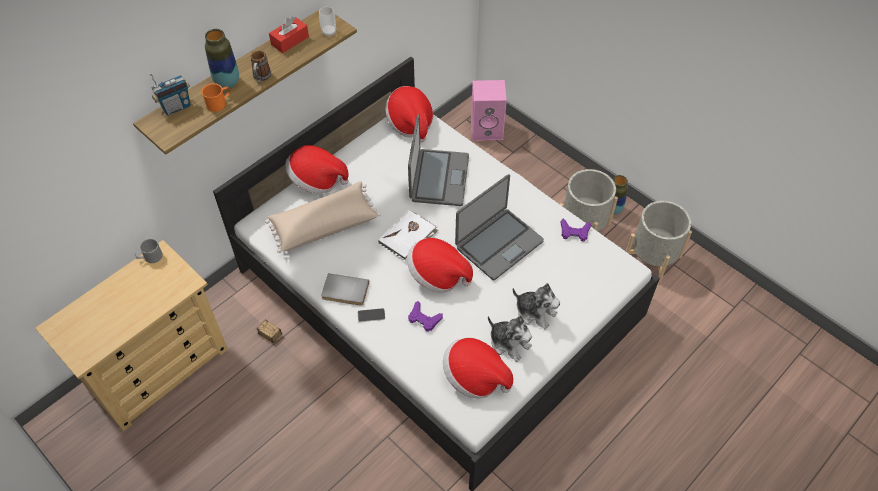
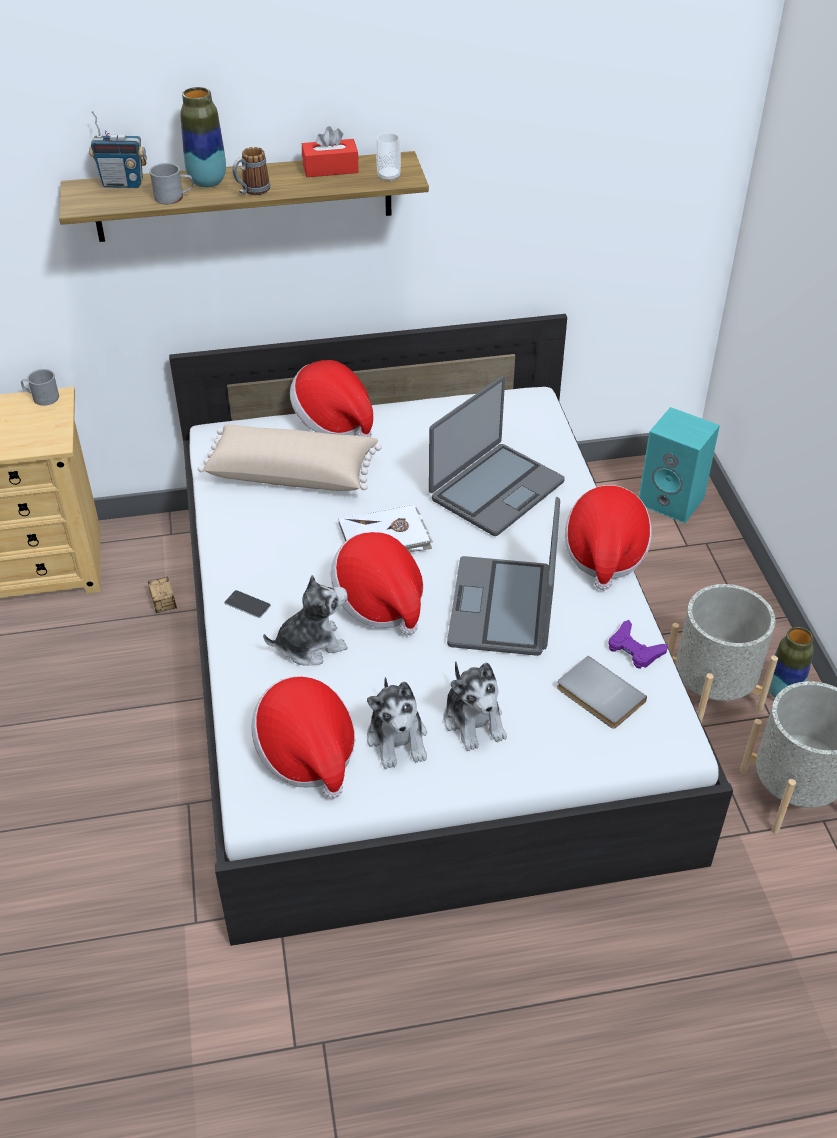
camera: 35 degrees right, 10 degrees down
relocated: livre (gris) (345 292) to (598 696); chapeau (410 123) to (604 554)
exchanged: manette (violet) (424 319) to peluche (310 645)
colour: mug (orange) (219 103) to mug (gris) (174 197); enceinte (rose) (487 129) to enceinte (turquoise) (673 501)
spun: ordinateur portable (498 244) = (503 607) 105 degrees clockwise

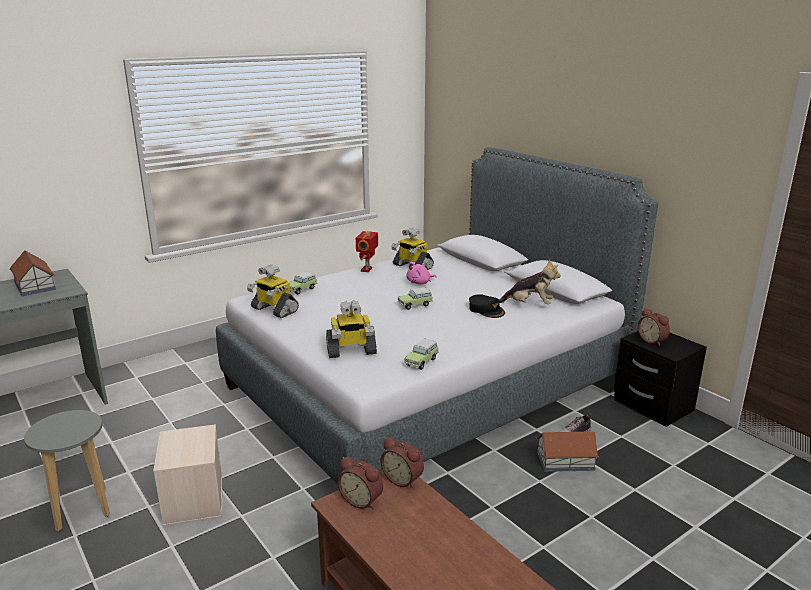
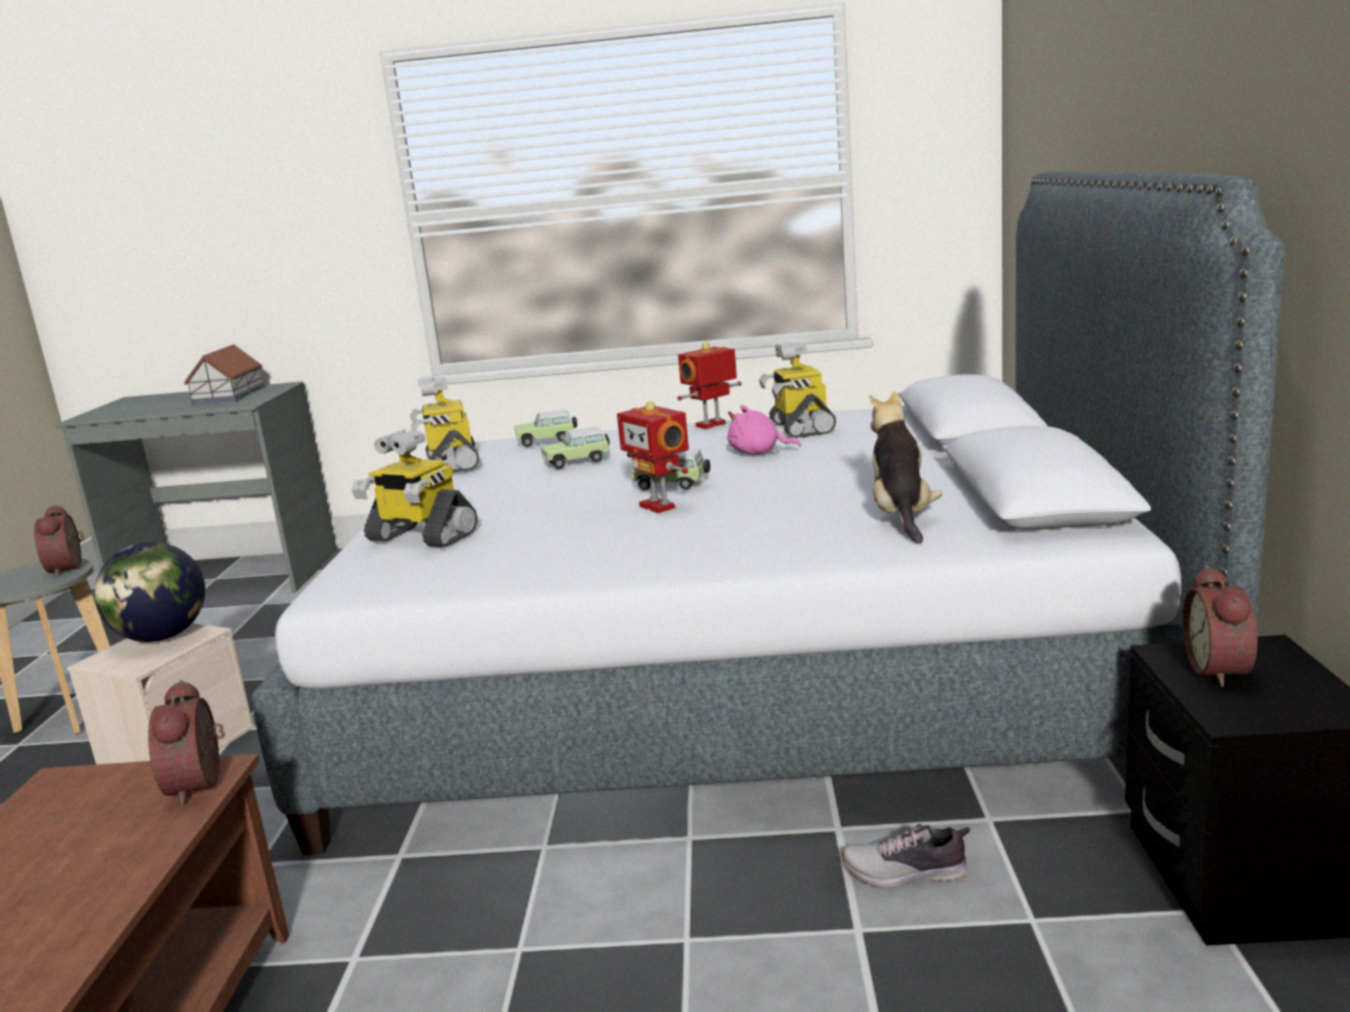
camera: 40 degrees right, 5 degrees down
missing: casquette (noir) (486 310); maison miniature (566 461)
appeared: globe (162 637); robot jouet (659 506)
relocated: réveil (362 500) to (69 568); petite voiture (422 361) to (578 461)
spun: peluche (529 305) = (901 516) 135 degrees counterclockwise

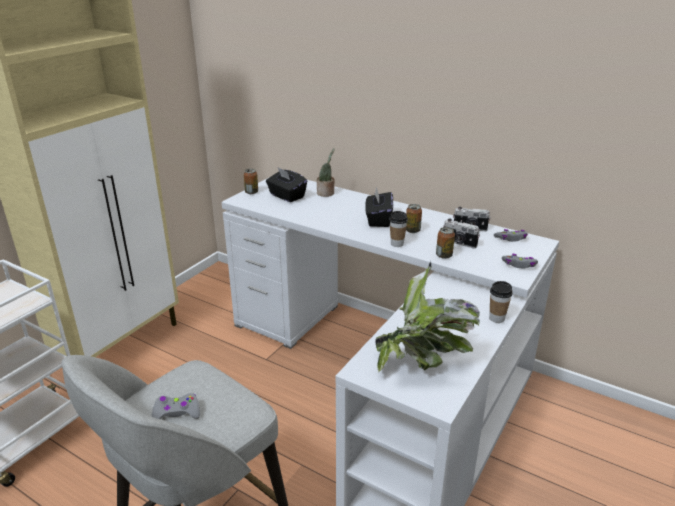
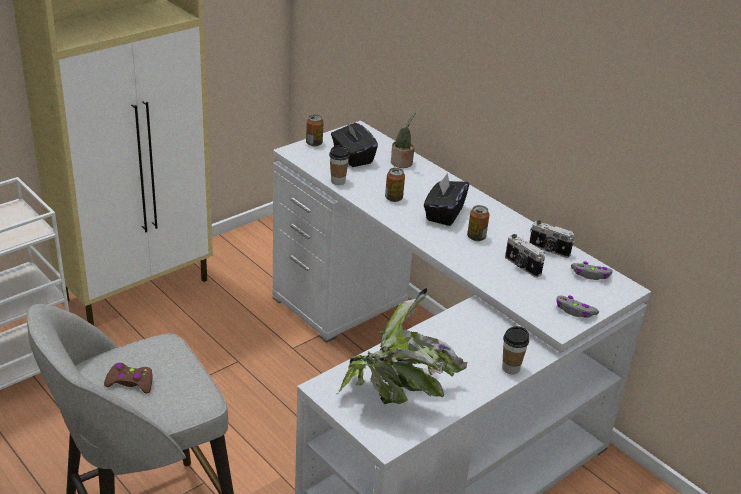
camera: 15 degrees right, 5 degrees up
relocated: tasse (397 244) to (338 181); boîte métallique (444 255) to (393 198)
colour: manette (gris) (177 412) to manette (marron) (130 383)

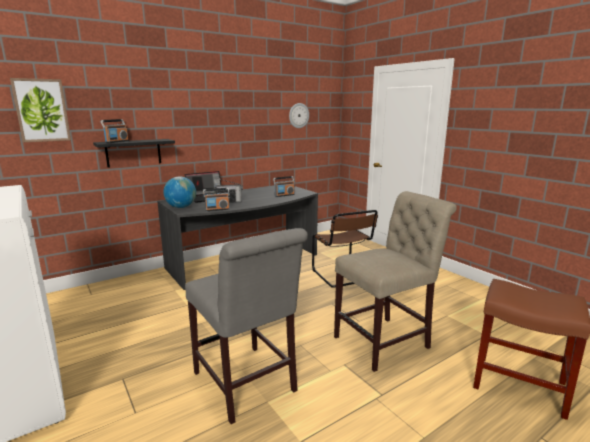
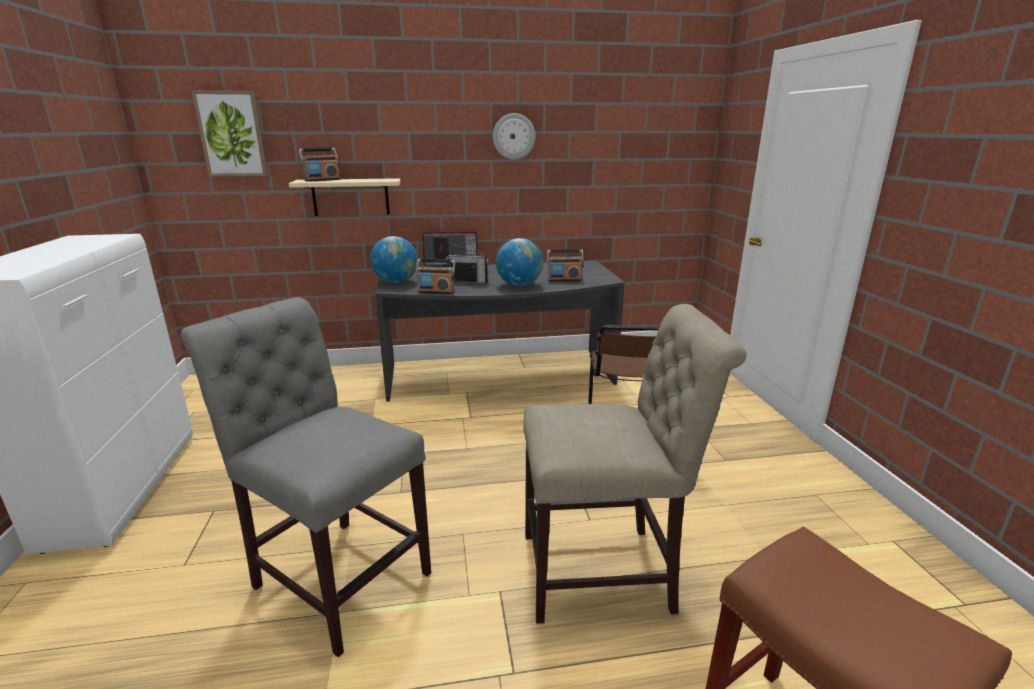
camera: 25 degrees right, 5 degrees up
appeared: globe (519 285)
relocated: horloge murale (298 115) to (513 136)
colour: étagère (noir) (133 153) to étagère (beige) (350 197)
spun: chaise (gris) (246 385) = (336 574) 135 degrees clockwise

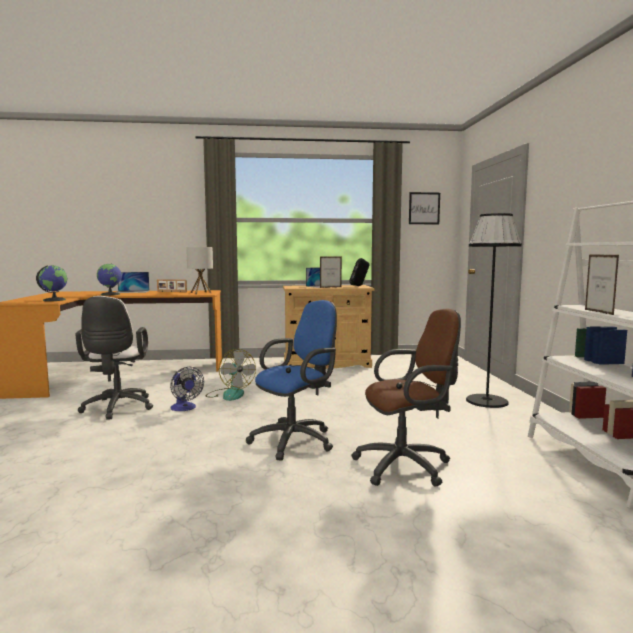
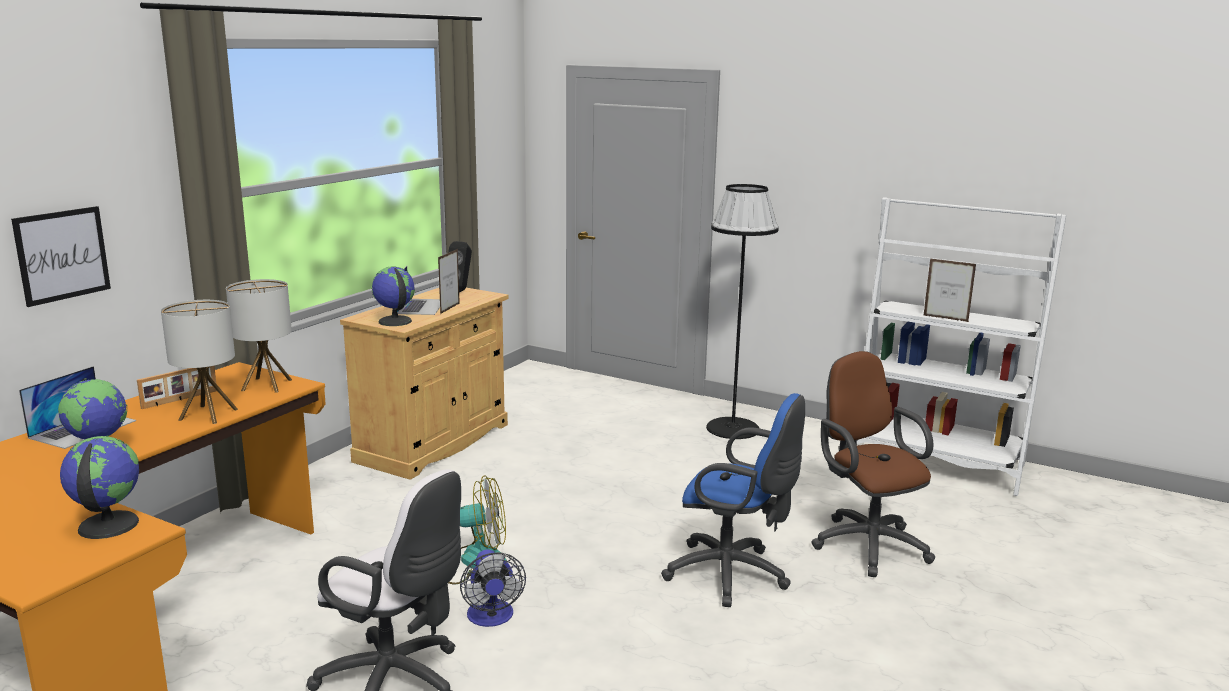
camera: 55 degrees left, 10 degrees up
appeared: lampe de table (208 414); globe (394 321)
relocated: tableau (424 208) to (62 255)
spun: ventilateur (185 408) = (491 618) 75 degrees clockwise; chaise de bureau (bleu) (296 440) = (732 575) 120 degrees clockwise; chaise de bureau (marron) (407 466) = (866 543) 45 degrees counterclockwise

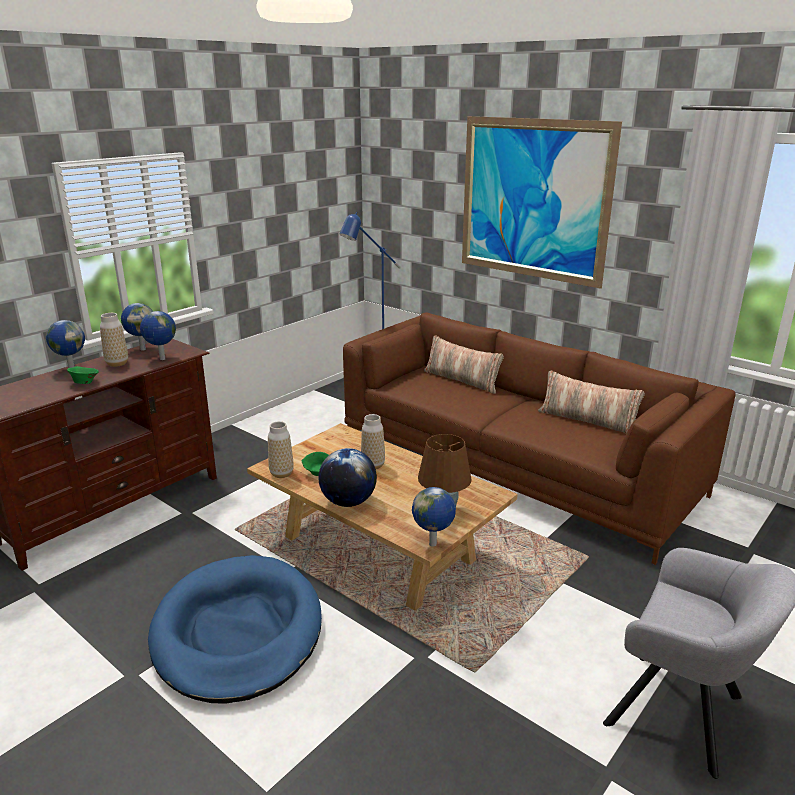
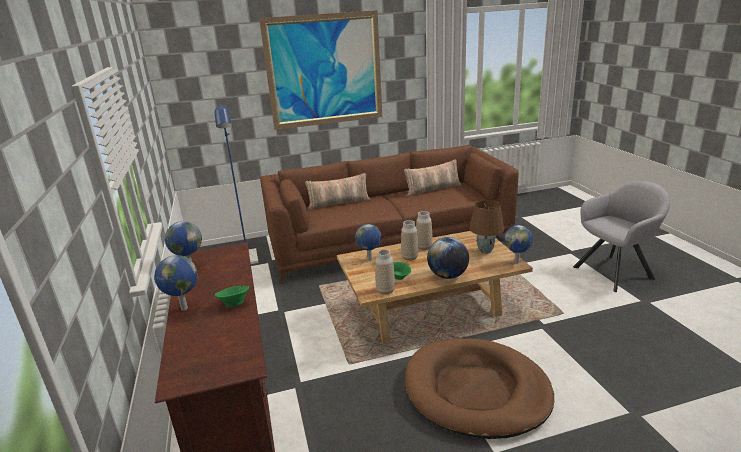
camera: 55 degrees left, 0 degrees up
relocated: globe (162 359) to (370 259); vase (117 363) to (424 247)
colour: panier pour chien (bleu) (238 632) to panier pour chien (marron) (476 391)

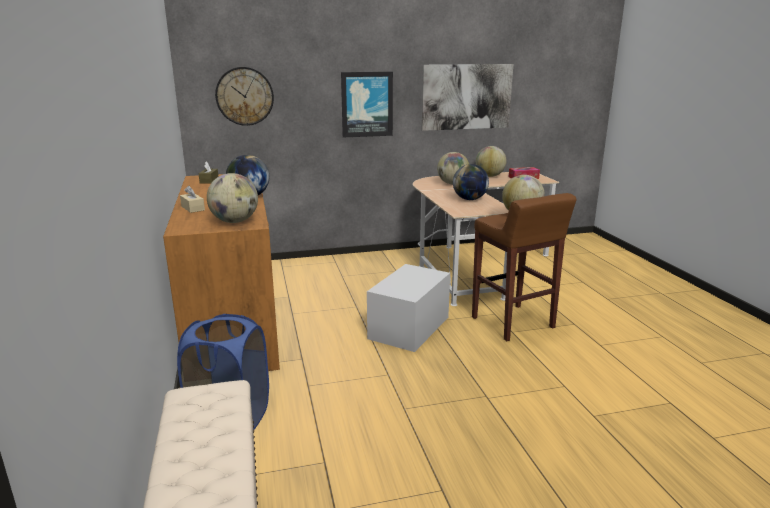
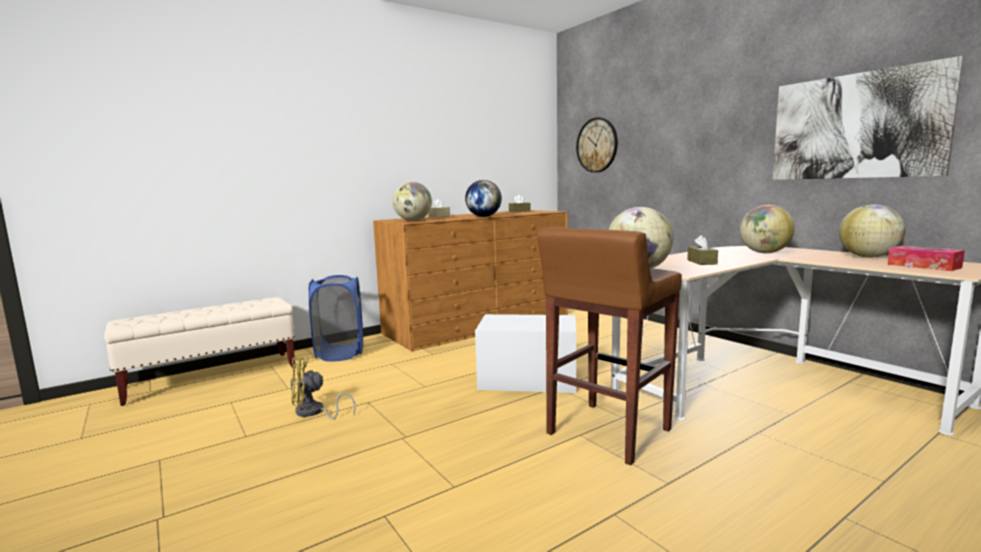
camera: 70 degrees right, 10 degrees down
missing: tableau (367 104)
appeared: ventilateur (jaune) (314 412)
exchanged: globe (469 199) to boîte à mouchoirs (marron) (701 262)

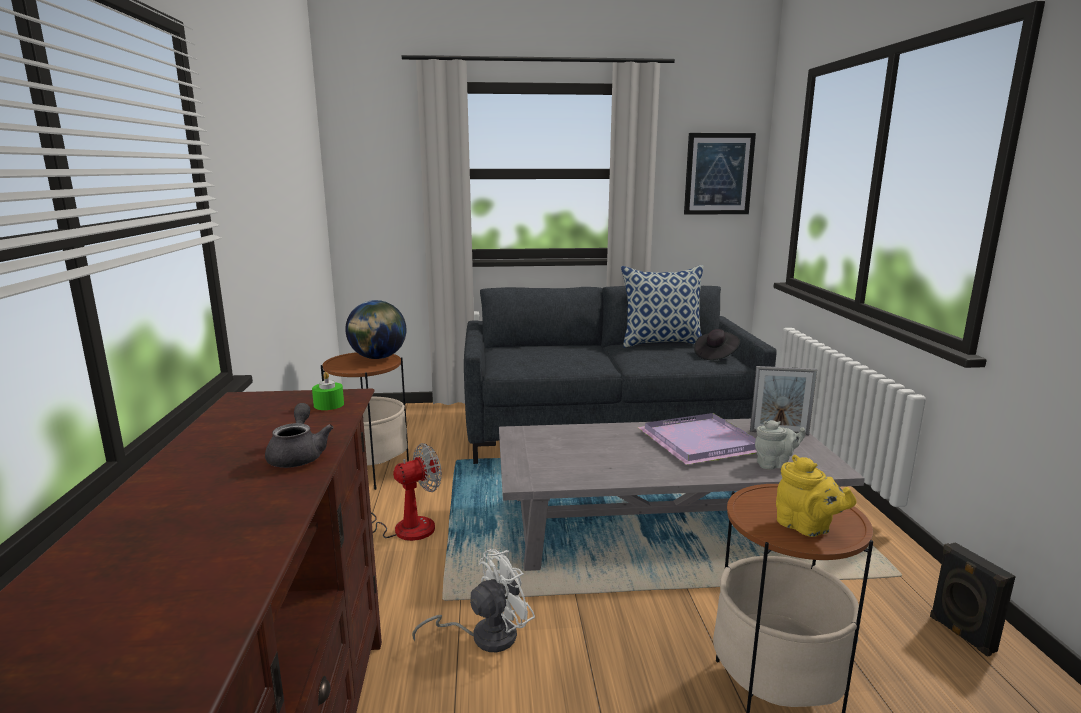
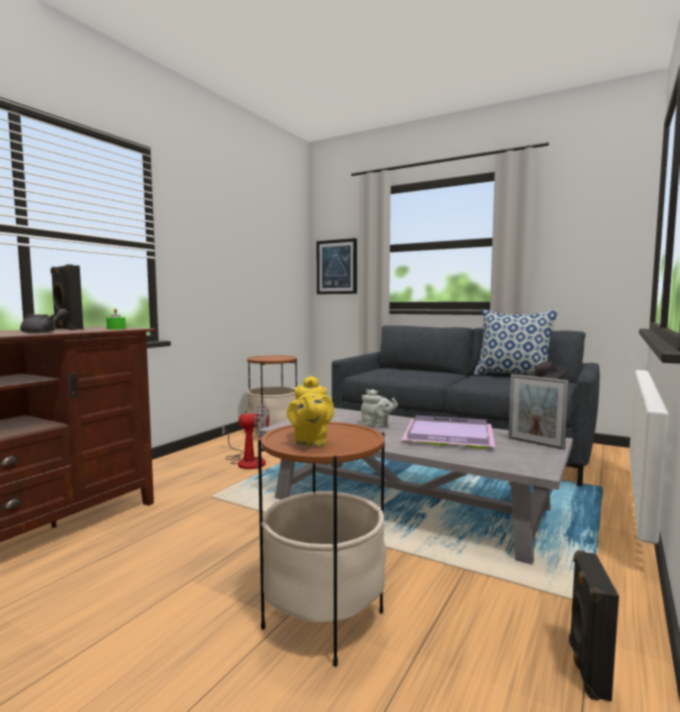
camera: 35 degrees right, 10 degrees down
missing: globe (378 358); ventilateur (blanc) (484 636)
appeared: enceinte (noir) (67 329)
relocated: tableau (718 174) to (337 267); théière (gris) (774 464) to (377 425)

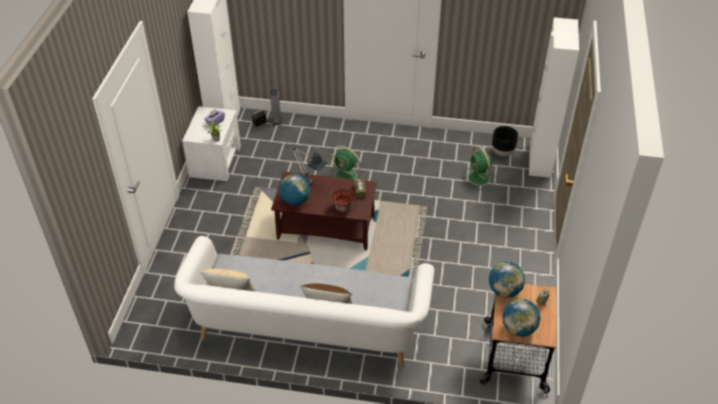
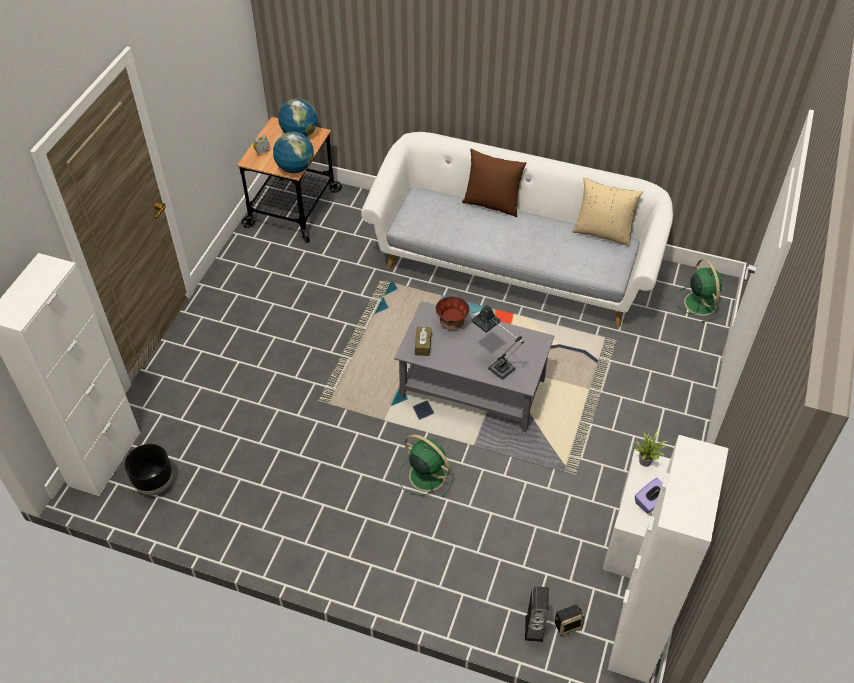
camera: 170 degrees left, 5 degrees up
missing: globe (295 200)
relocated: ventilateur (vert) (479 178) to (699 302)
colour: table basse (marron) (325 227) to table basse (gris) (474 388)

